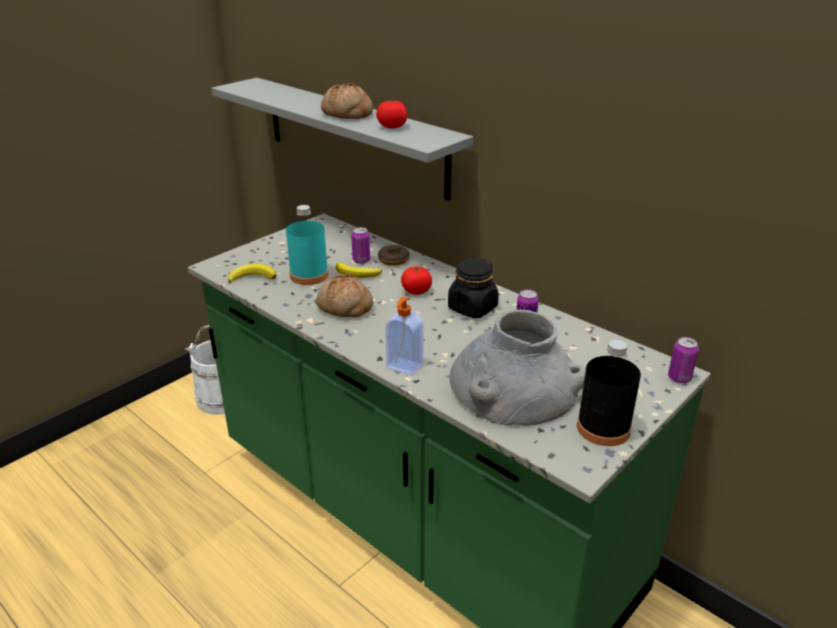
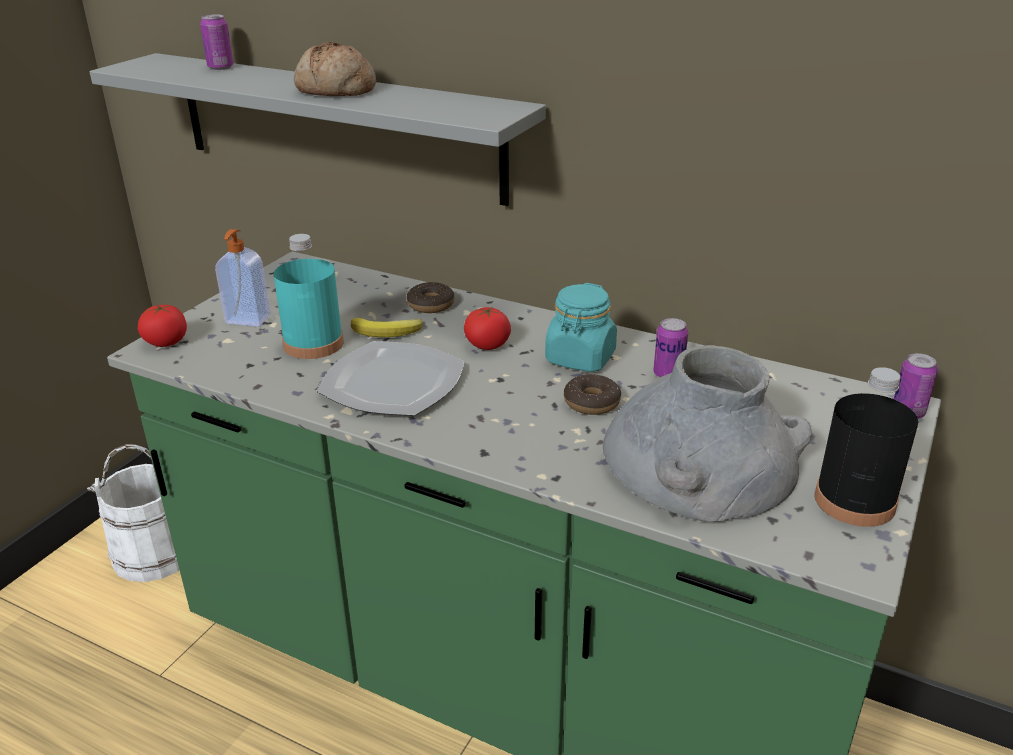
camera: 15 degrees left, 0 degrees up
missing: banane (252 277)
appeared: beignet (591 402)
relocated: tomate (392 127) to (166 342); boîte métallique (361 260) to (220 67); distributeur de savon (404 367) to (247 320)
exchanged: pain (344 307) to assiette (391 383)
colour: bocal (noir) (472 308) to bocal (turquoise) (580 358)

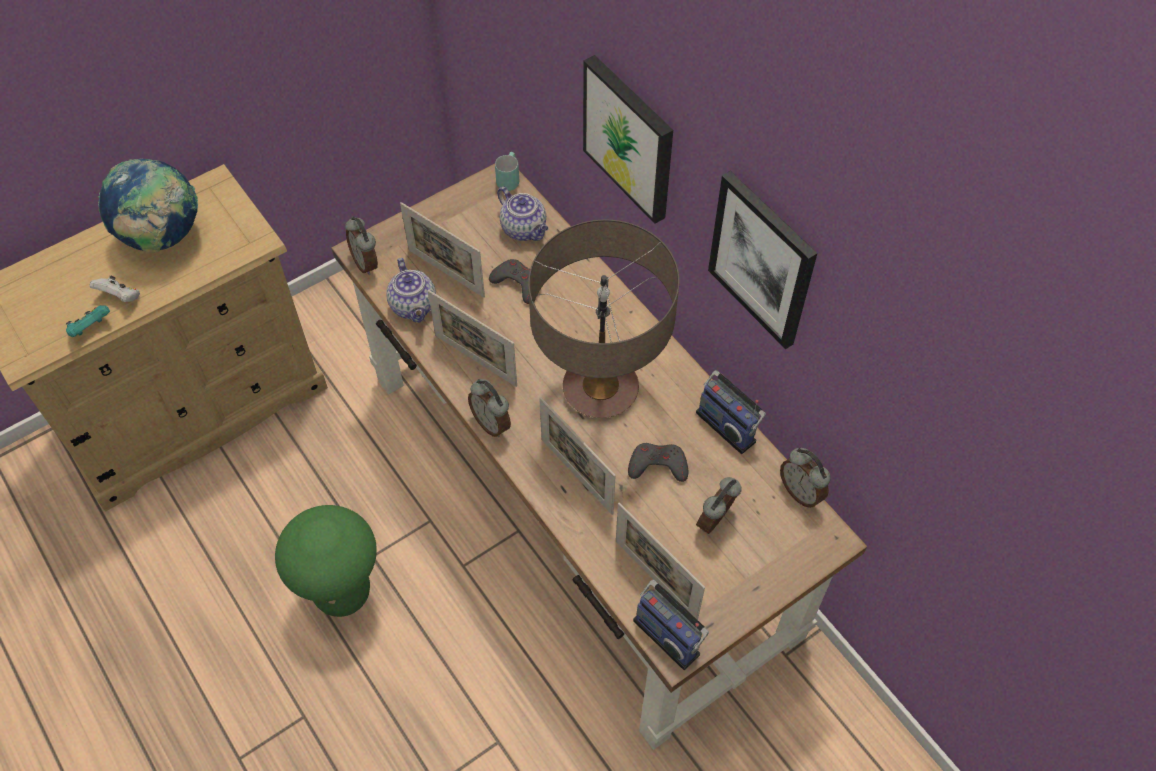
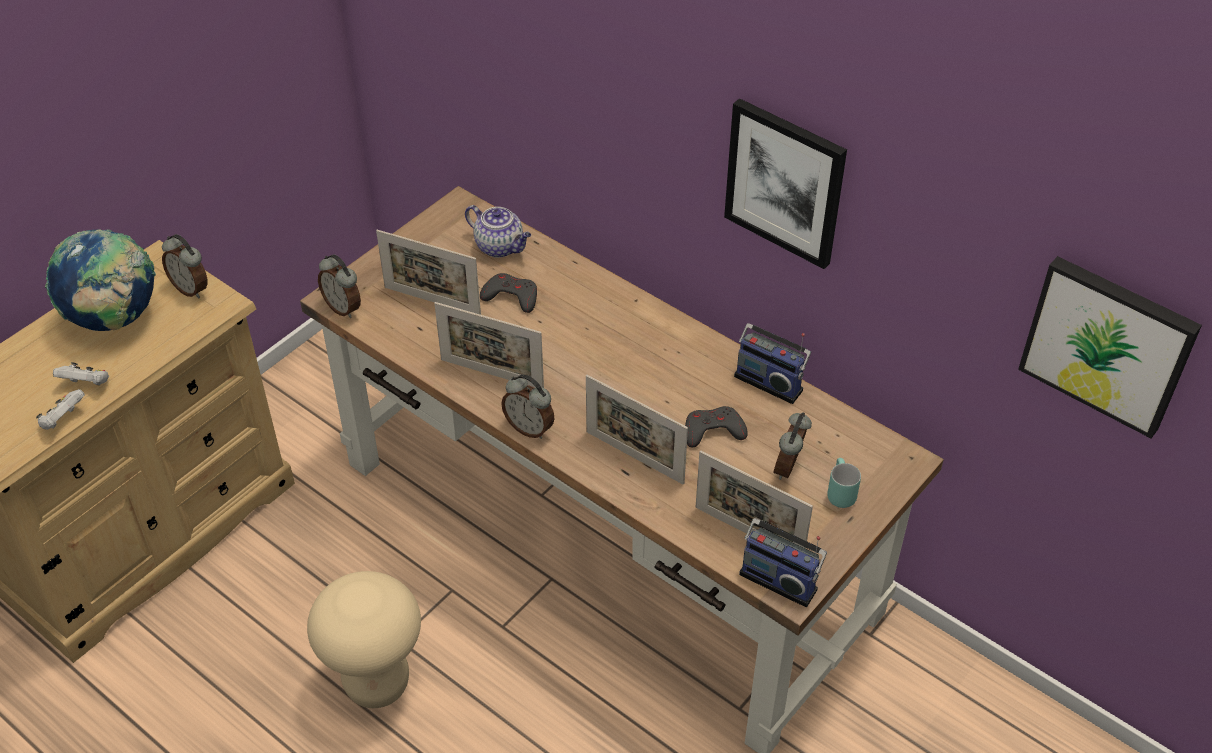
camera: 15 degrees left, 10 degrees down
missing: théière (414 306); lampe de table (600 390)
relocated: réveil (801 492) to (191 288); mug (turquoise) (507 179) to (838 492); tableau (630 138) to (1108 343)
colour: manette (turquoise) (91 328) to manette (blanc) (63 420); tabouret (vert) (342 593) to tabouret (beige) (377 683)

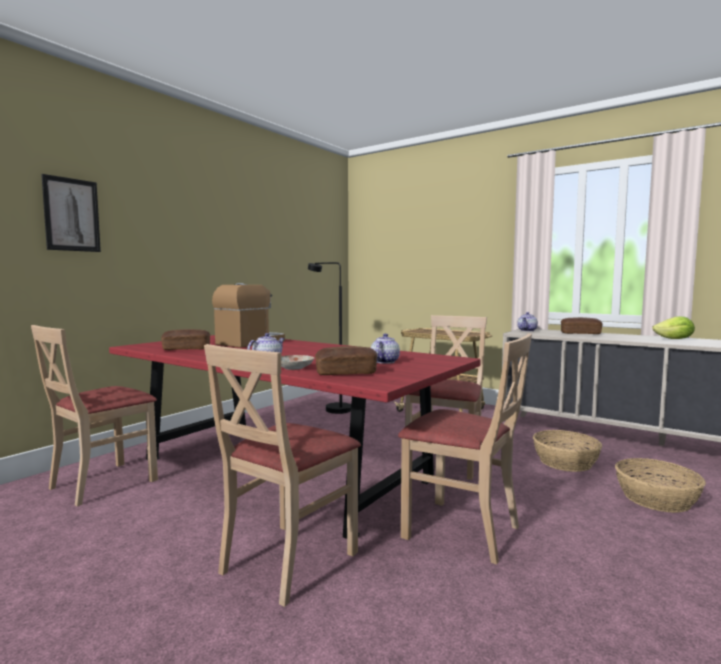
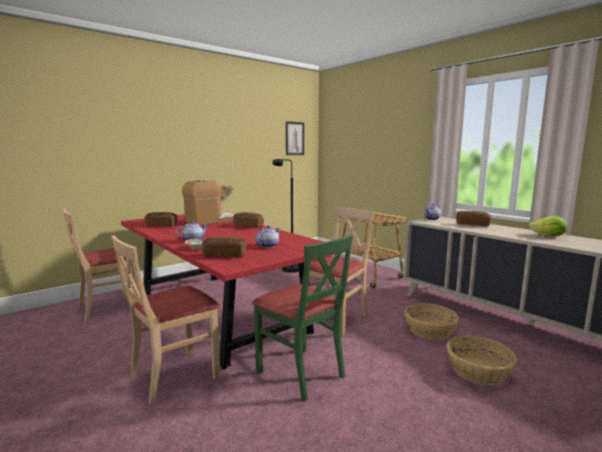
camera: 15 degrees right, 5 degrees up
appeared: pain (248 226)
relocated: tableau (72 215) to (294 138)
colour: chaise (beige) (461 530) to chaise (vert) (301 373)

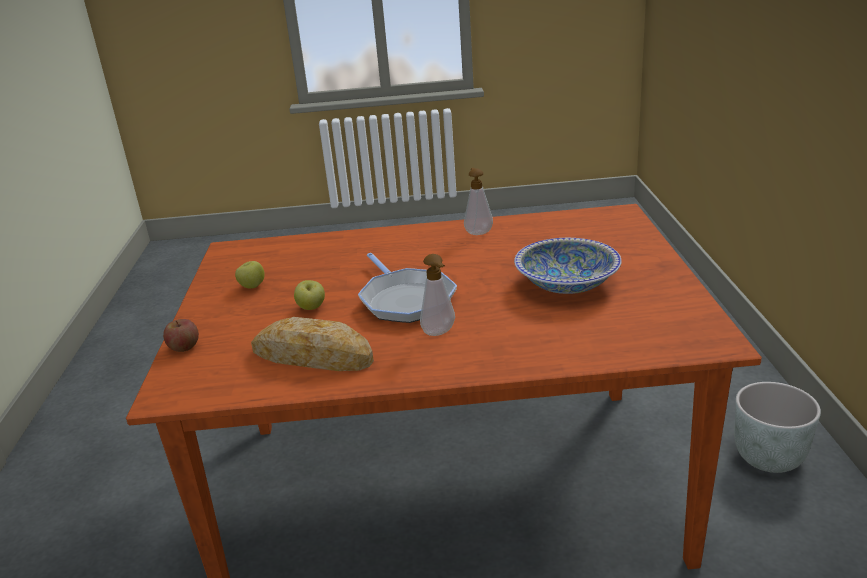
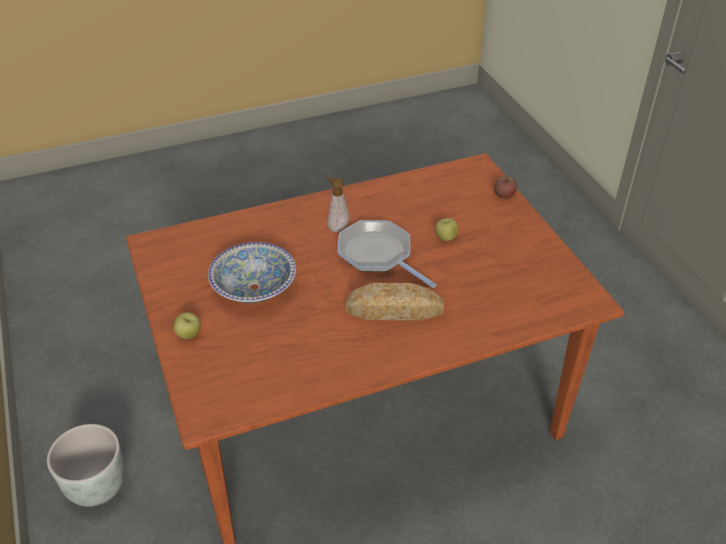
camera: 160 degrees right, 15 degrees up
missing: distributeur de savon (478 232)
relocated: pomme (252 287) to (189 334); pain (313 356) to (394 309)

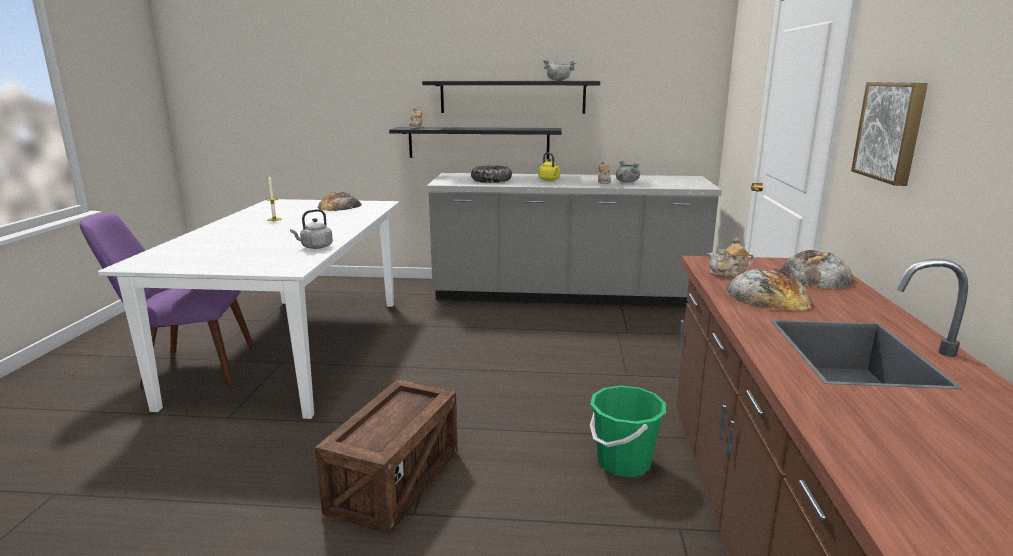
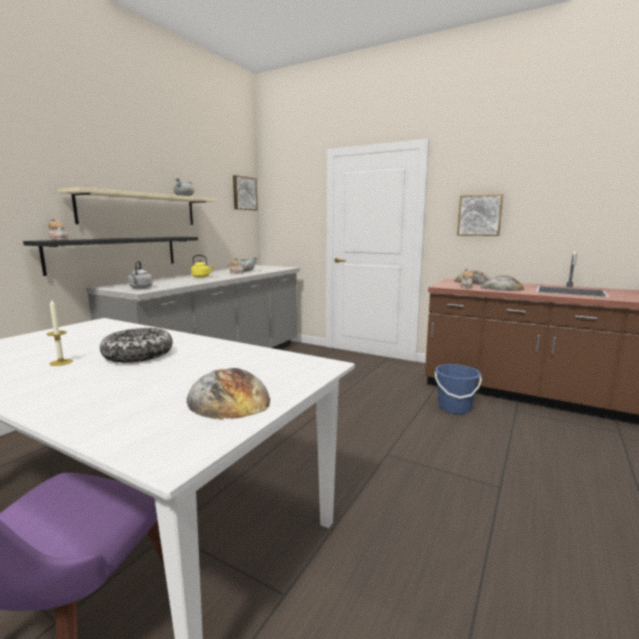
camera: 65 degrees left, 5 degrees down
missing: caisse (395 481)
appeared: tableau (244 193)
relocated: bol (491 180) to (138 355); bouilloire (gris) (315 247) to (140 288); pain (340 206) to (229 398)
colour: étagère (noir) (512 97) to étagère (beige) (140 209); seau (vert) (623 462) to seau (bleu) (454 408)

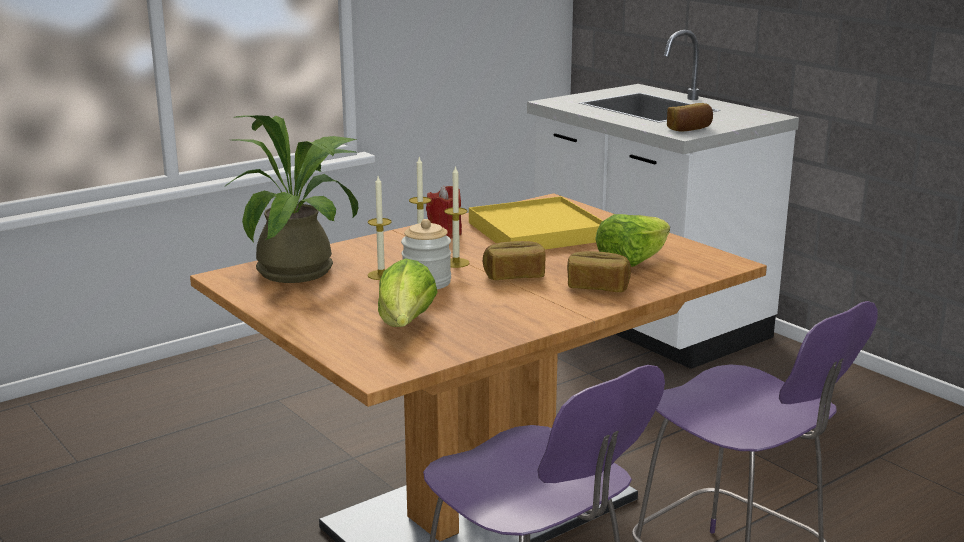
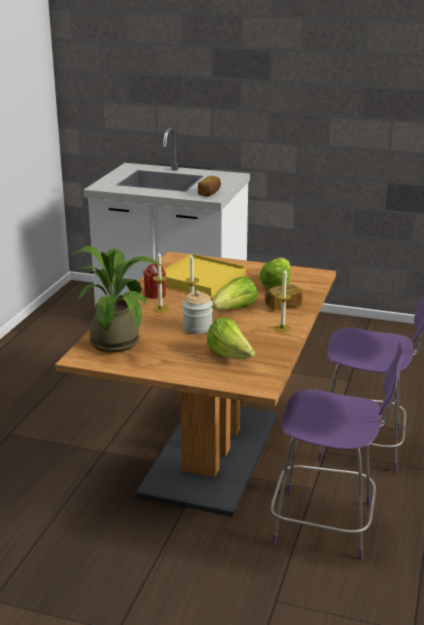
camera: 35 degrees left, 5 degrees up
relocated: bougie (381 275) to (282 328)
exchanged: pain (514 276) to laitue (234 310)

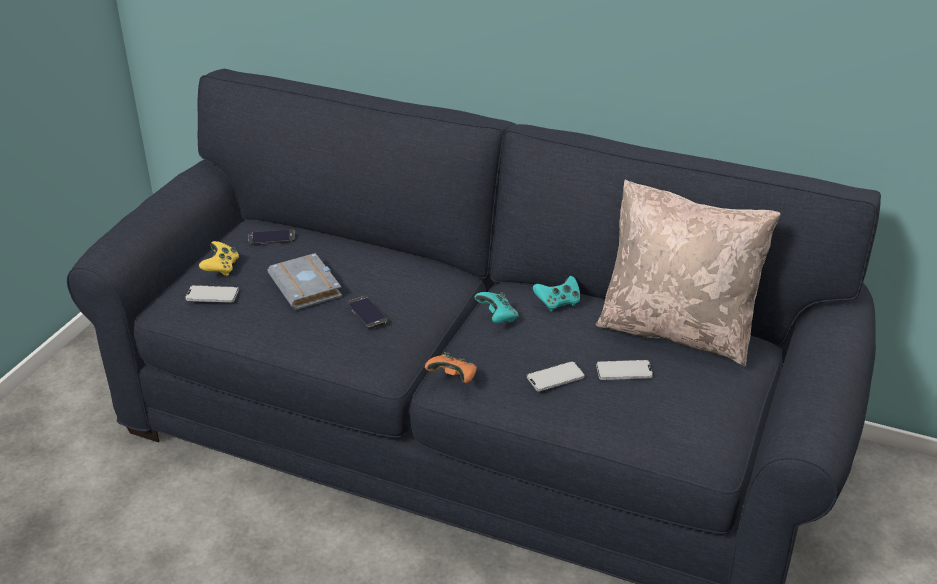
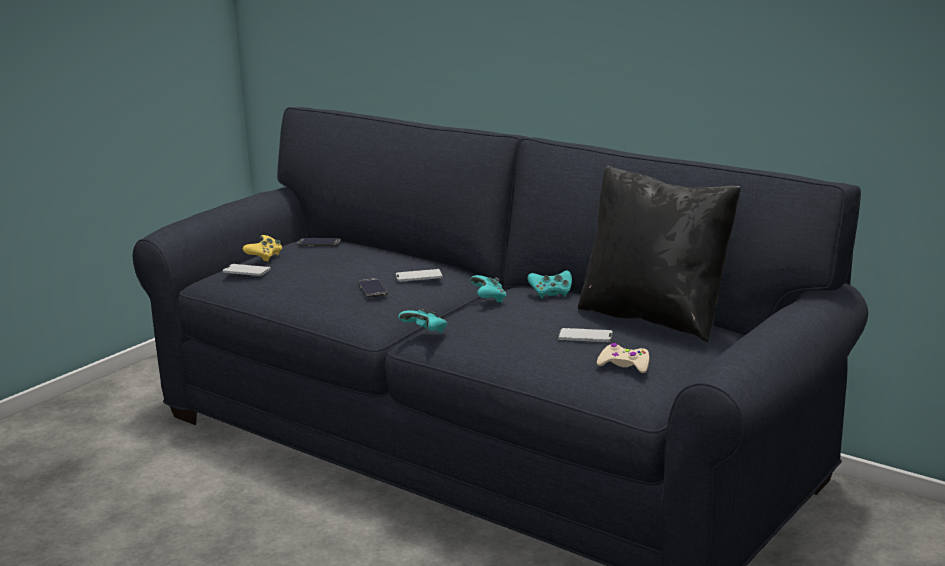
camera: 15 degrees right, 15 degrees down
missing: livre (gris) (308 287)
appeared: manette (beige) (624 365)
relocated: téléphone (555 377) to (419 276)
colour: manette (orange) (453 378) to manette (turquoise) (425 332); coussin (beige) (677 330) to coussin (noir) (655 317)

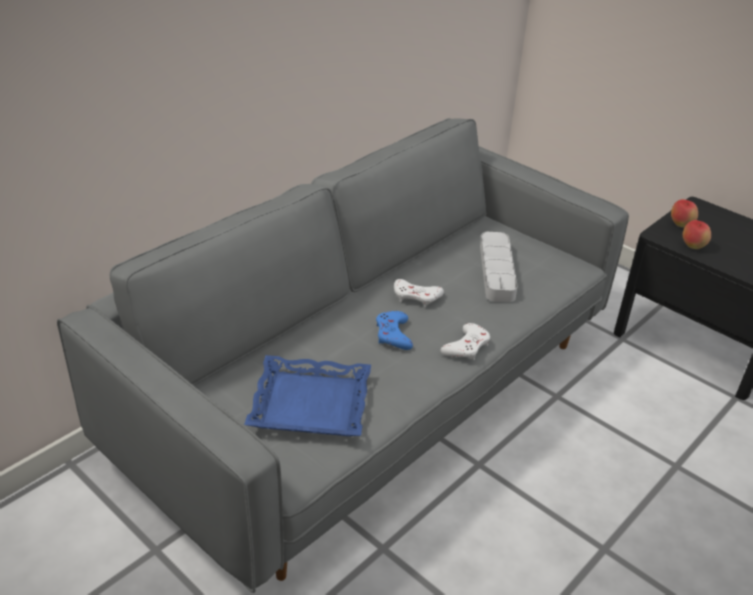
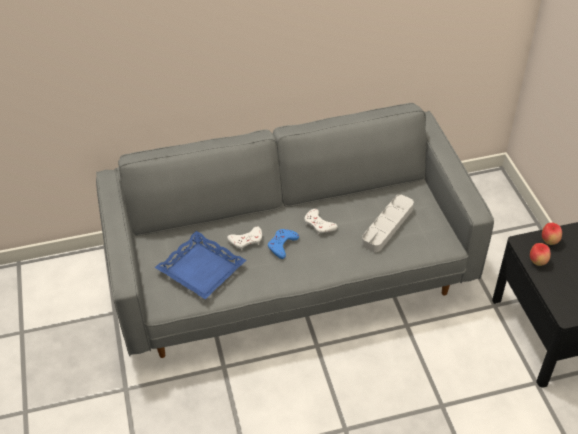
camera: 35 degrees right, 10 degrees up
relocated: manette (blanc) (466 346) to (246 240)

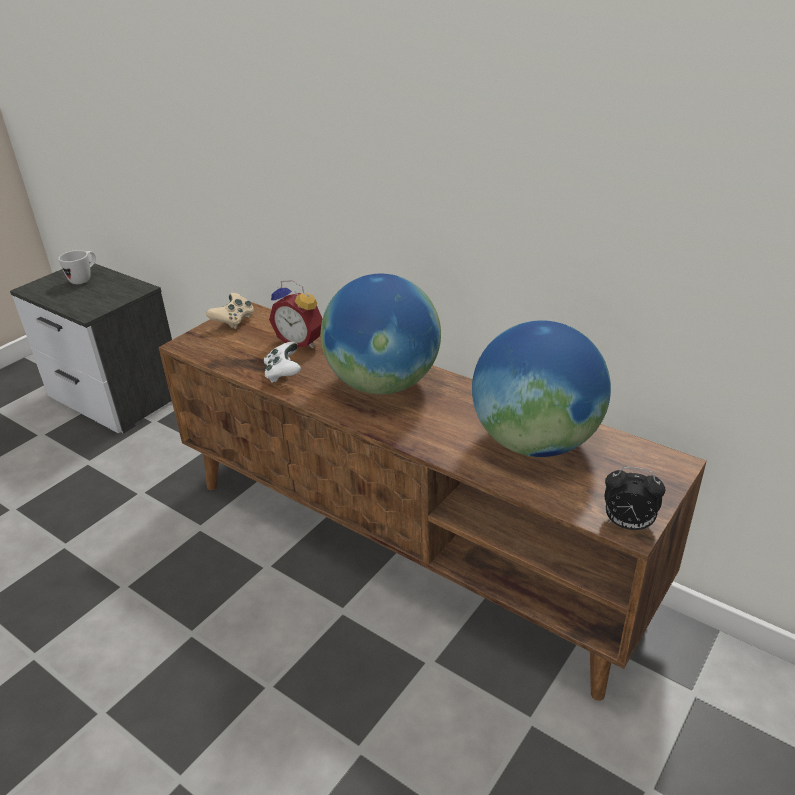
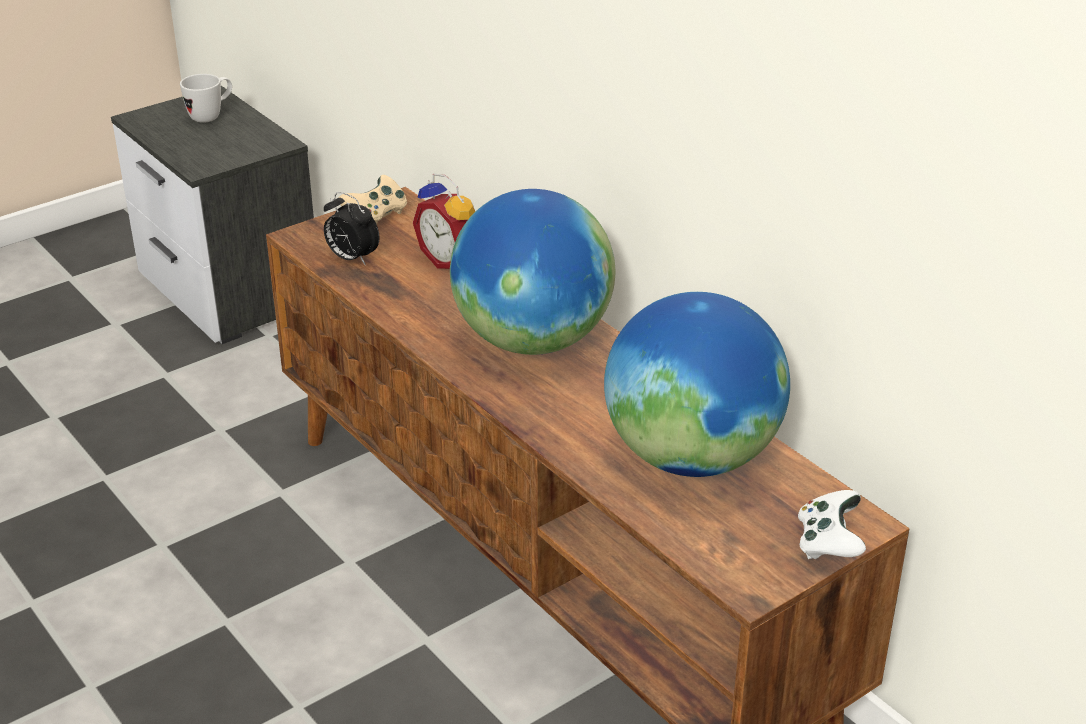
camera: 15 degrees right, 0 degrees up
relocated: réveil (627 524) to (351 258); manette (blanc) (283 373) to (828 543)

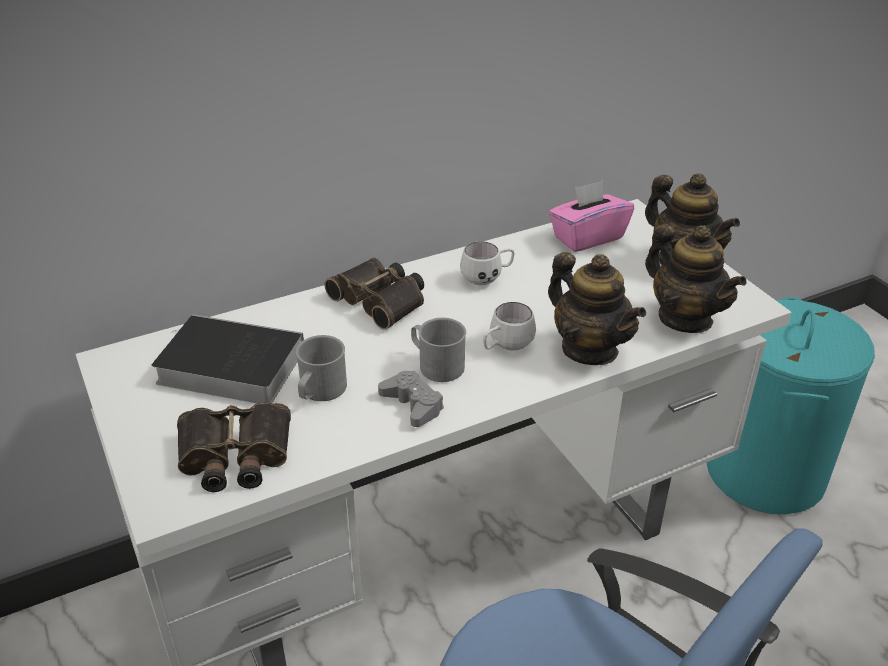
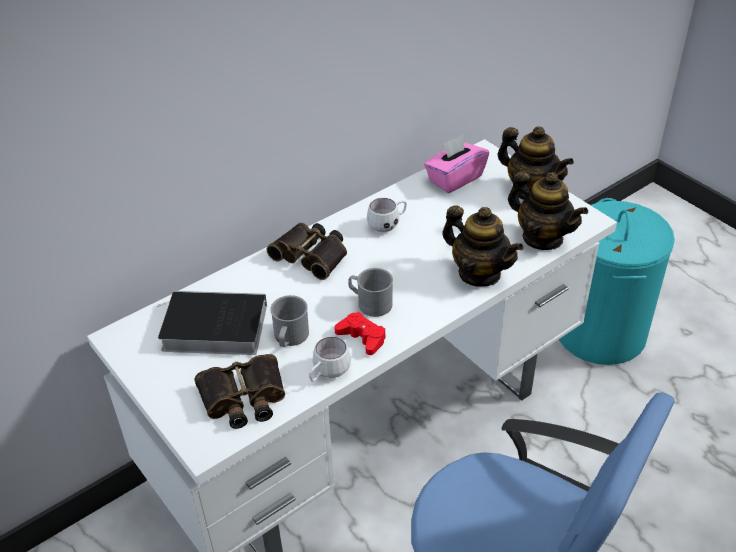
camera: 10 degrees left, 5 degrees up
relocated: mug (blanc) (505 346) to (327 374)
colour: manette (gris) (412 404) to manette (rouge) (362 337)

